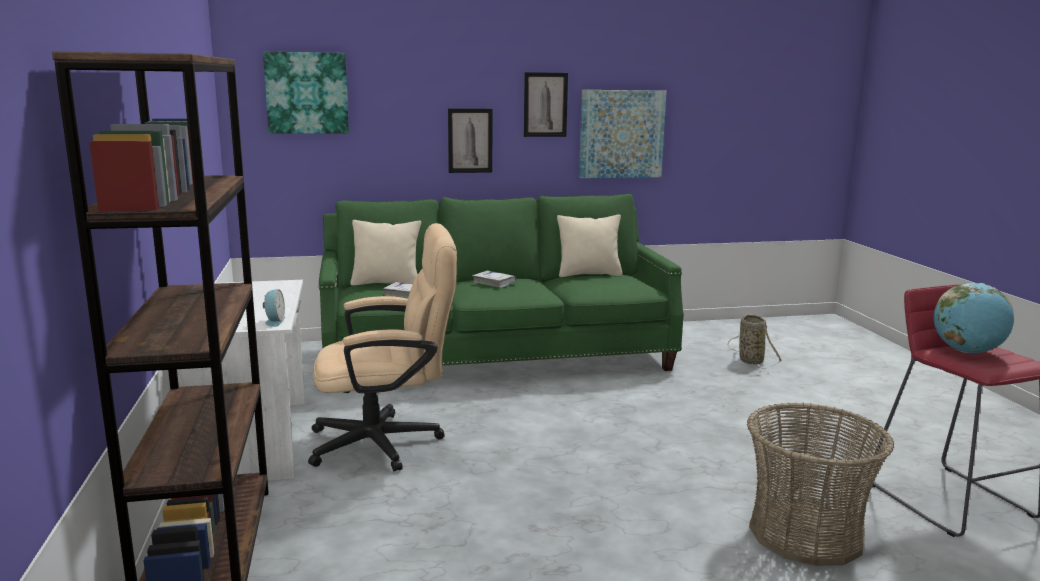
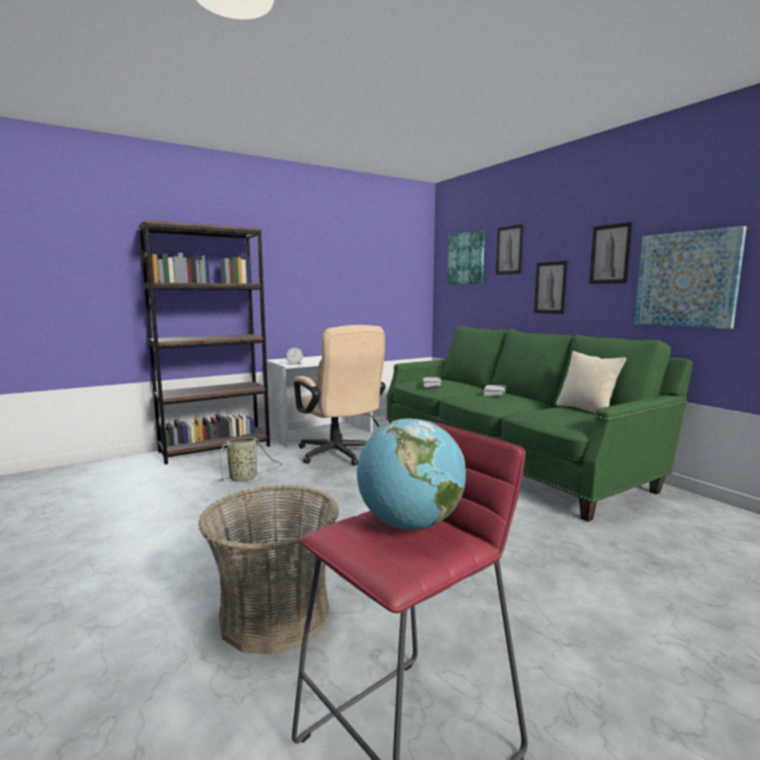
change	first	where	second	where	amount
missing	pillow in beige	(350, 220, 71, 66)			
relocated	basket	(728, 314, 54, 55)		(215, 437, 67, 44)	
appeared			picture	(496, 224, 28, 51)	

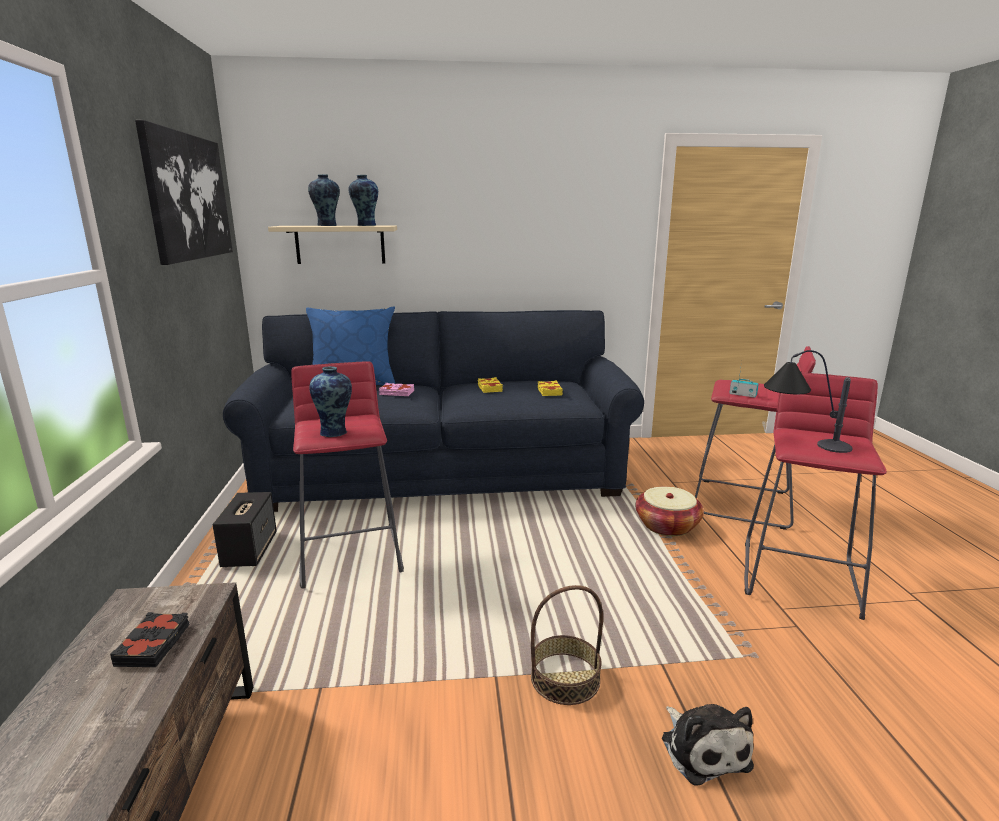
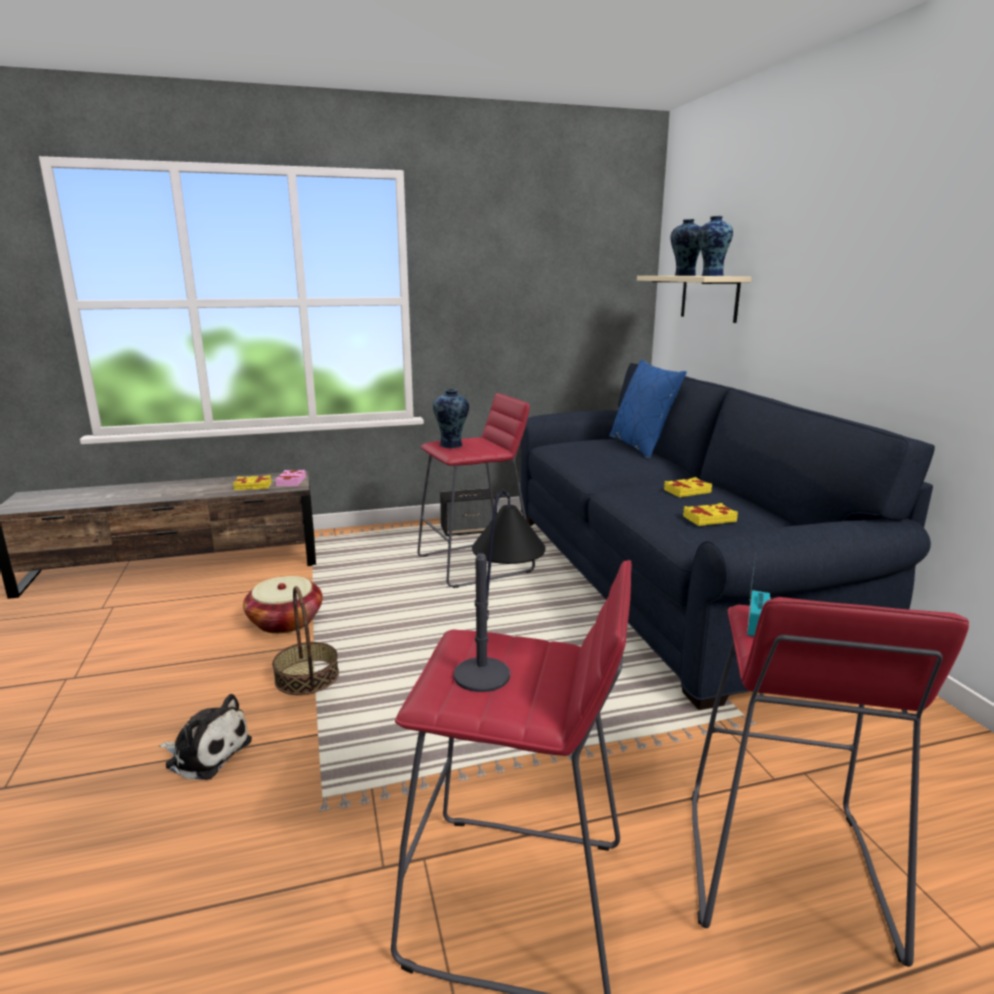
change	first	where	second	where	amount
missing	picture	(135, 120, 98, 145)			
relocated	book in pink	(379, 383, 35, 13)		(275, 470, 31, 16)	
relocated	basket	(635, 487, 69, 49)		(243, 576, 80, 58)	
colour	book in black	(110, 612, 79, 55)	book in yellow	(233, 475, 38, 15)	
spun	plush toy	(662, 704, 92, 82)		(159, 694, 93, 86)	135 degrees counterclockwise

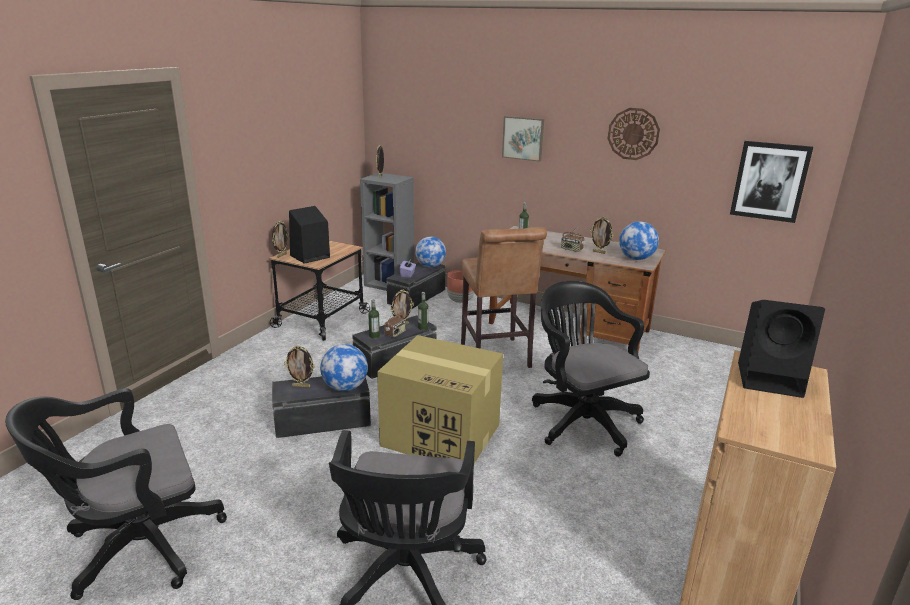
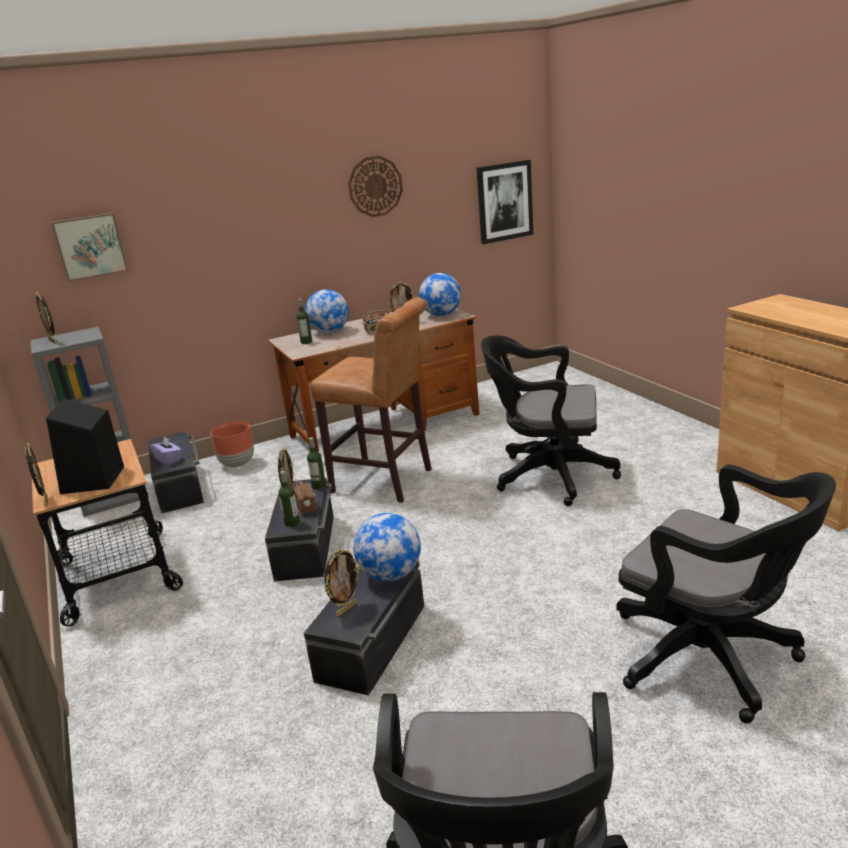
change	first	where	second	where	amount
relocated	picture	(502, 116, 42, 46)		(51, 213, 77, 68)	
relocated	globe	(415, 236, 31, 32)		(305, 289, 44, 44)	
missing	speaker in black	(738, 300, 87, 98)			
missing	cardboard box	(377, 335, 126, 128)			

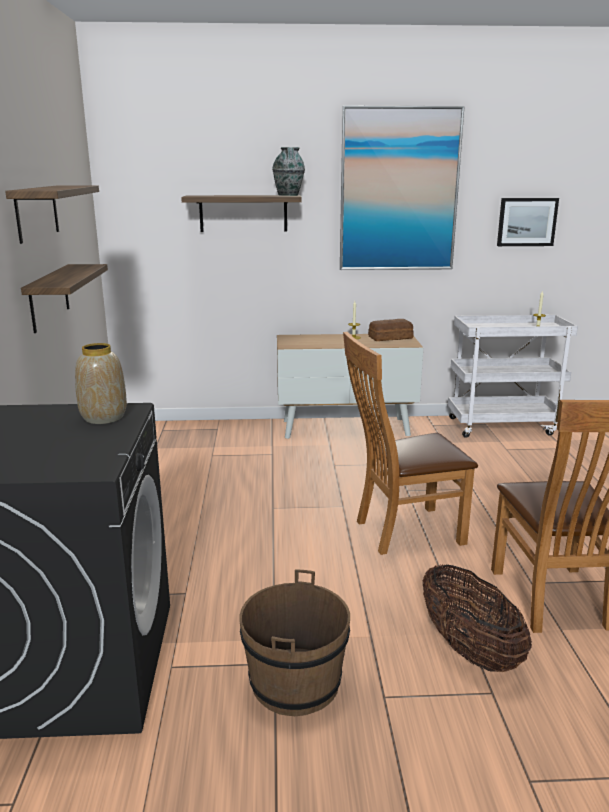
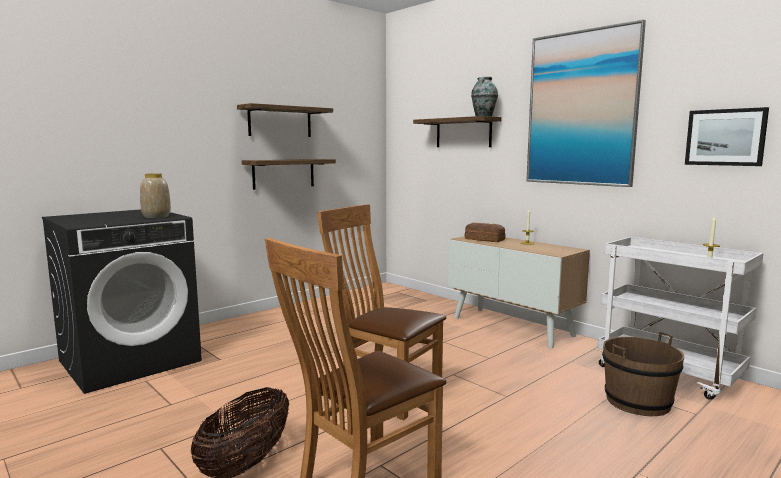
change	first	where	second	where	amount
relocated	bread	(368, 319, 46, 22)		(465, 223, 41, 19)	
relocated	bucket in brown	(239, 569, 111, 147)		(602, 332, 82, 84)	

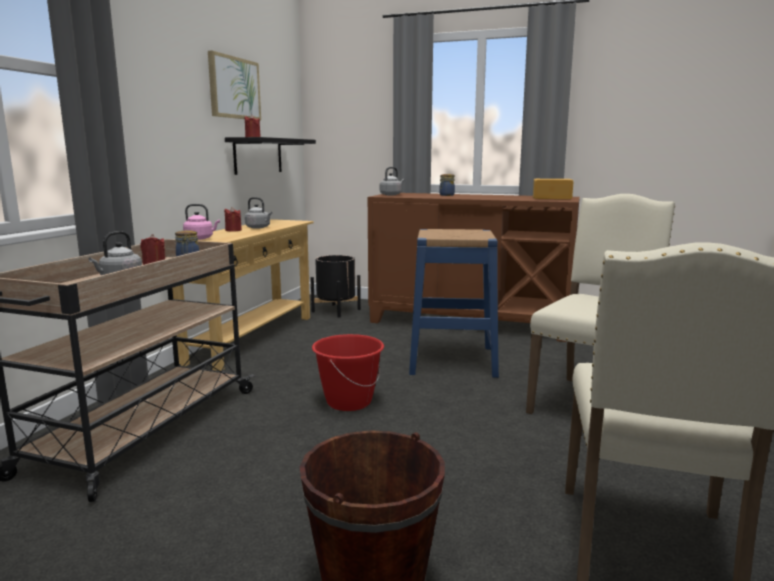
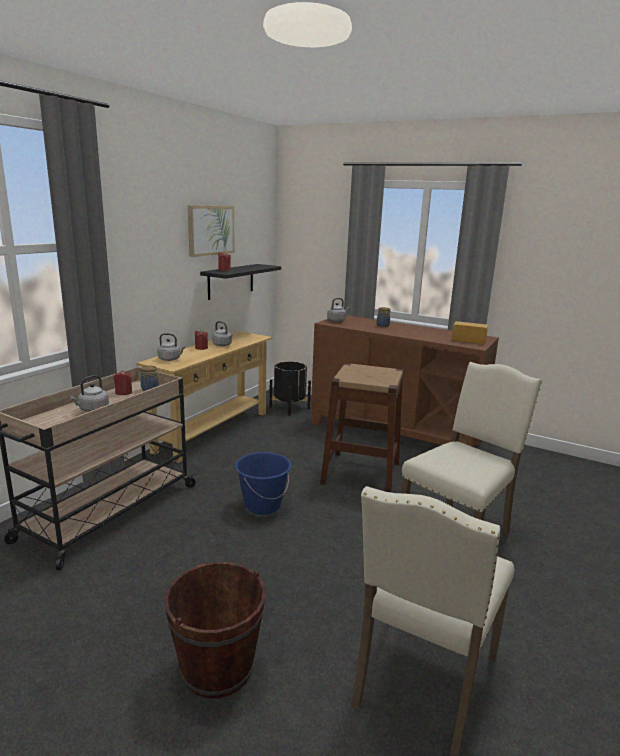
change	first	where	second	where	amount
colour	kettle in pink	(183, 204, 37, 36)	kettle in grey	(157, 333, 28, 28)	
colour	stool in blue	(409, 229, 90, 149)	stool in brown	(320, 363, 83, 130)	
colour	bucket in red	(312, 334, 72, 77)	bucket in blue	(235, 452, 56, 63)	

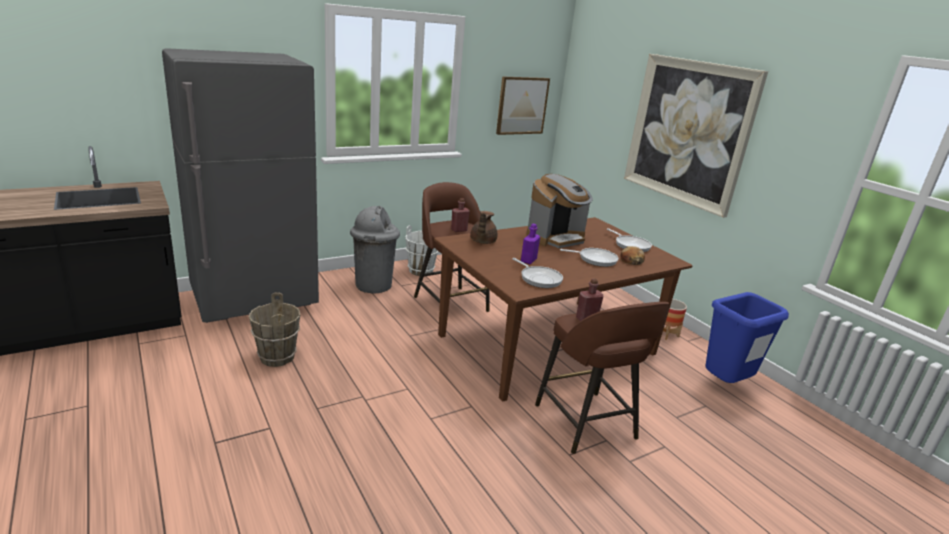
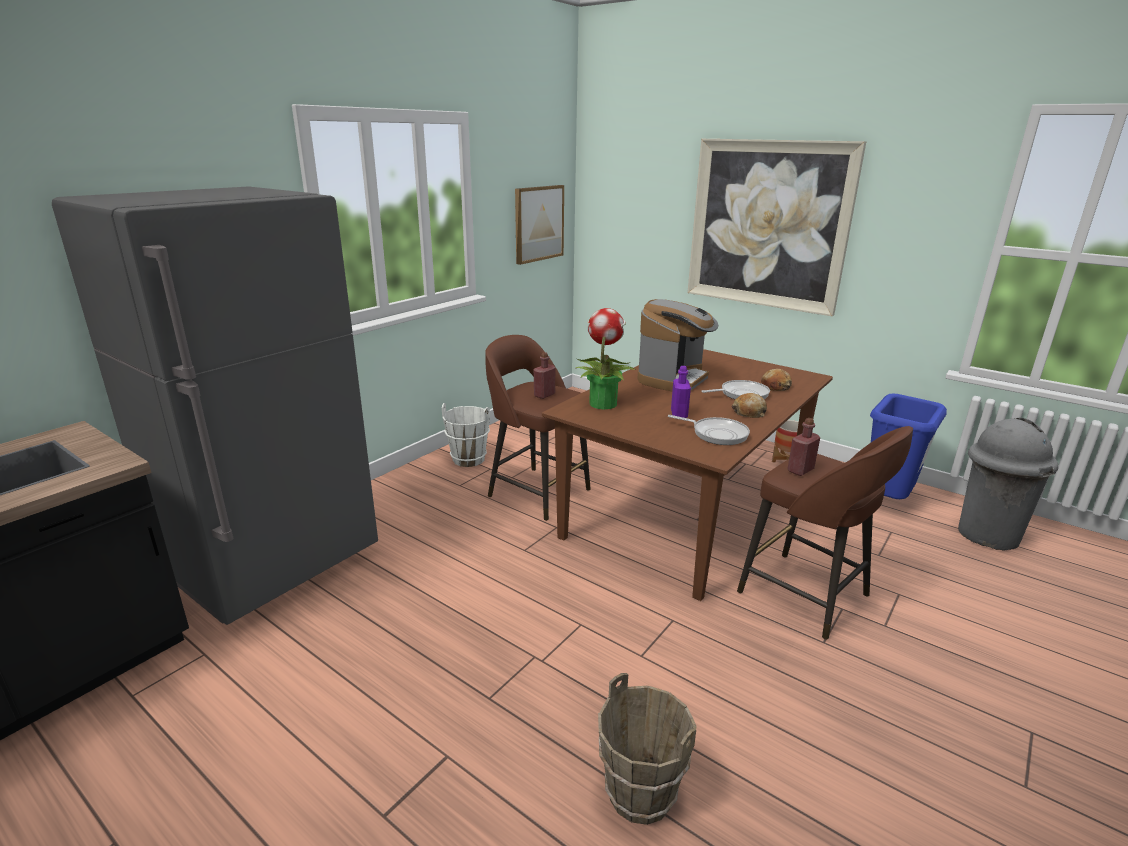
change	first	where	second	where	amount
relocated	trash can in grey	(350, 206, 50, 88)		(958, 418, 100, 132)	
exchanged	teapot in brown	(470, 211, 27, 33)	potted plant	(576, 308, 60, 101)	
missing	frying pan	(607, 229, 45, 23)			
relocated	bucket in brown	(249, 293, 51, 74)		(598, 673, 99, 152)	
appeared			bread	(732, 393, 35, 25)	

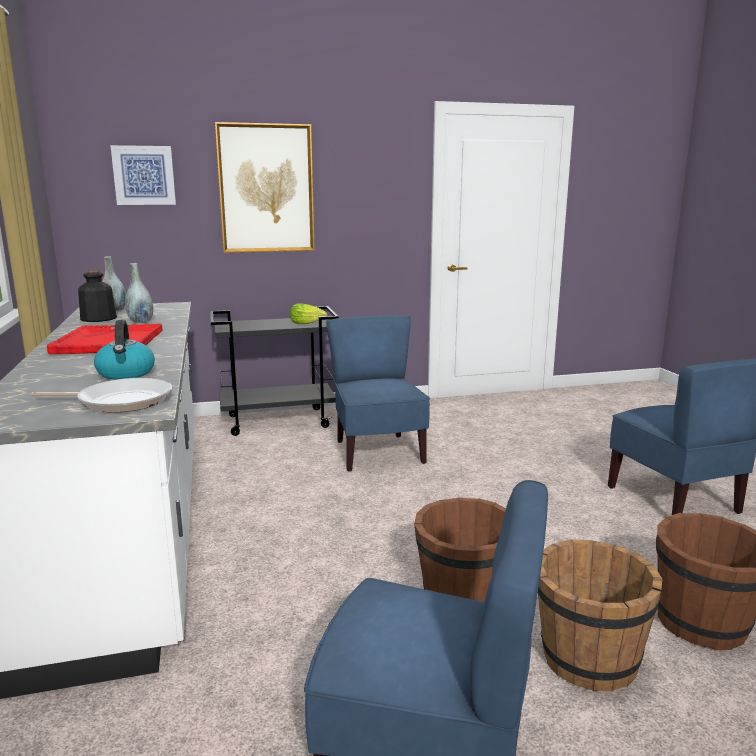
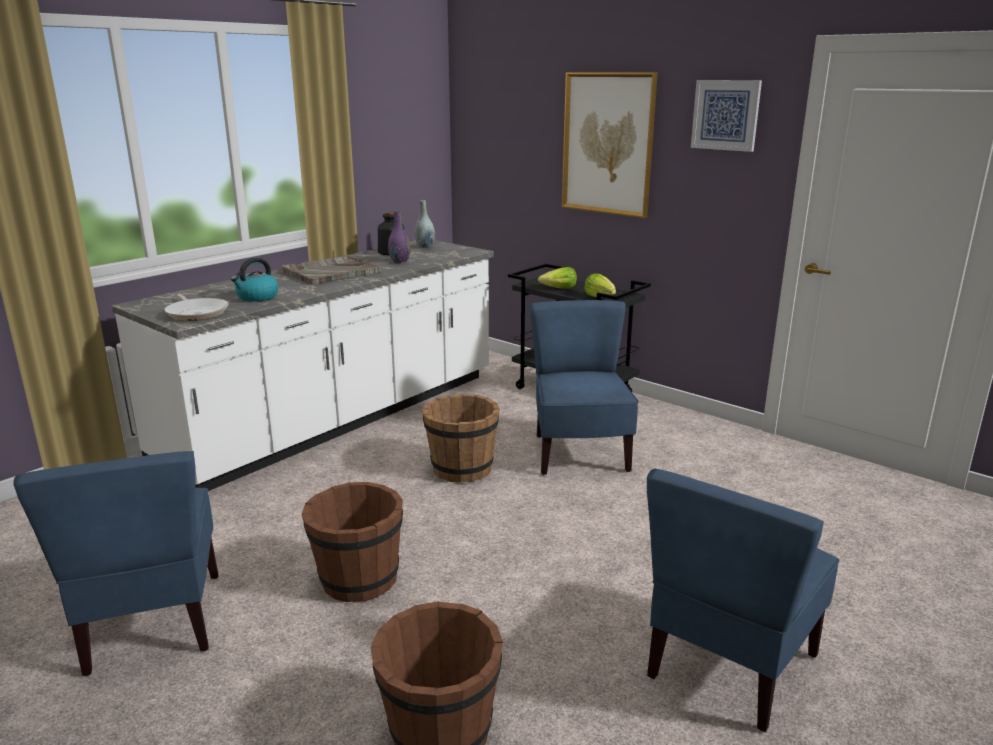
change	first	where	second	where	amount
relocated	picture	(110, 145, 66, 60)		(691, 80, 71, 72)	
colour	vase in grey	(125, 263, 28, 60)	vase in purple	(388, 211, 22, 52)	
spun	chair in blue	(326, 315, 104, 156)		(529, 300, 110, 175)	45 degrees counterclockwise
colour	tray in red	(47, 323, 116, 31)	tray in grey	(281, 256, 101, 29)	
relocated	bucket in brown	(538, 540, 124, 151)		(422, 394, 78, 89)	
appeared			lettuce	(538, 267, 39, 22)	

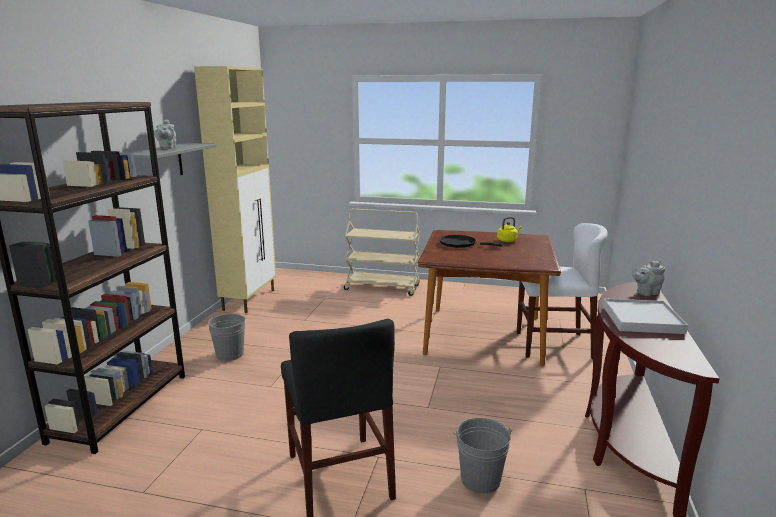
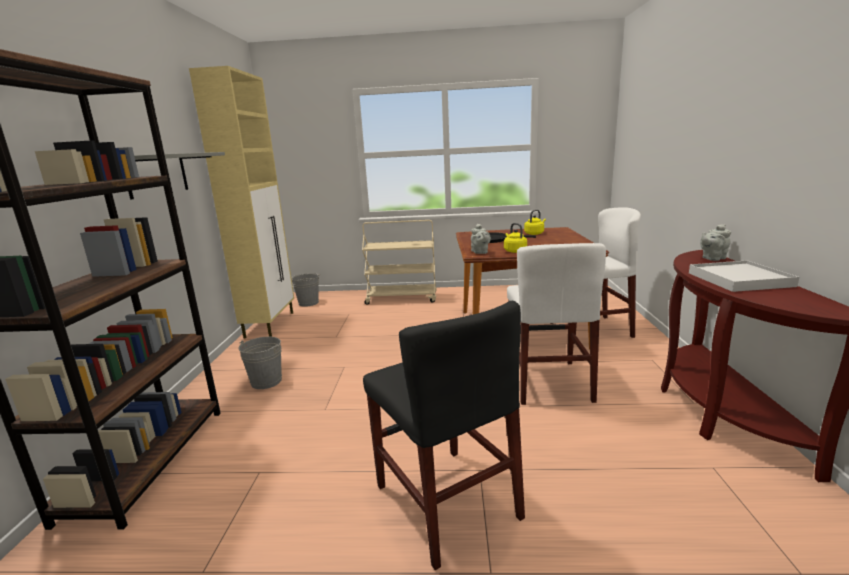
change	first	where	second	where	amount
relocated	teapot in grey	(154, 120, 22, 29)		(471, 224, 20, 30)	
relocated	bucket in grey	(453, 418, 59, 76)		(292, 273, 28, 34)	
appeared			kettle in yellow	(504, 223, 23, 30)	
appeared			chair in white	(507, 243, 99, 162)	

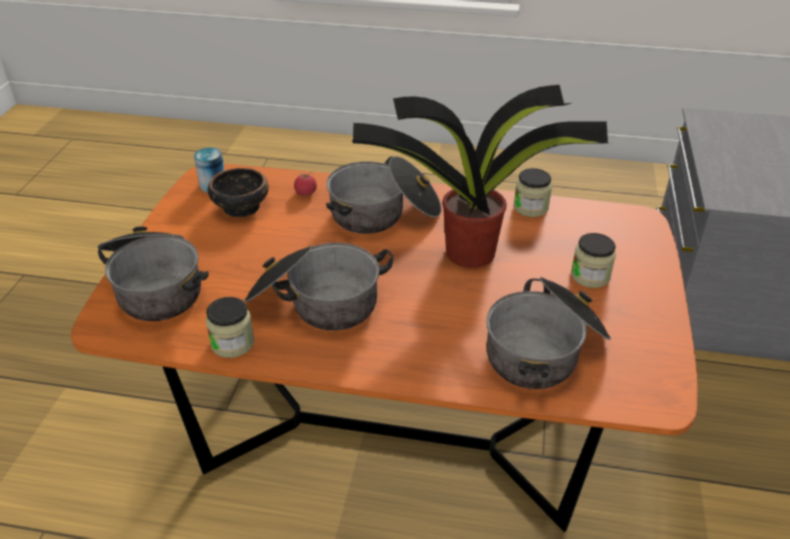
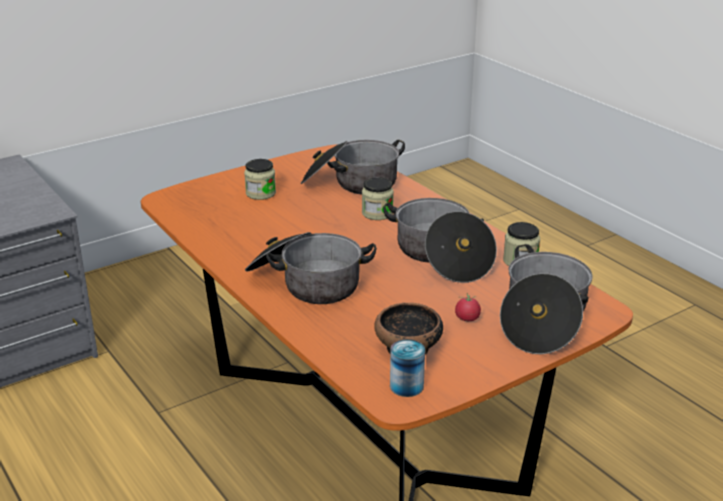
change	first	where	second	where	amount
missing	potted plant	(352, 85, 256, 183)			
relocated	jar	(514, 168, 38, 49)		(362, 177, 32, 43)	
relocated	tomato	(294, 172, 23, 24)		(455, 293, 26, 28)	

